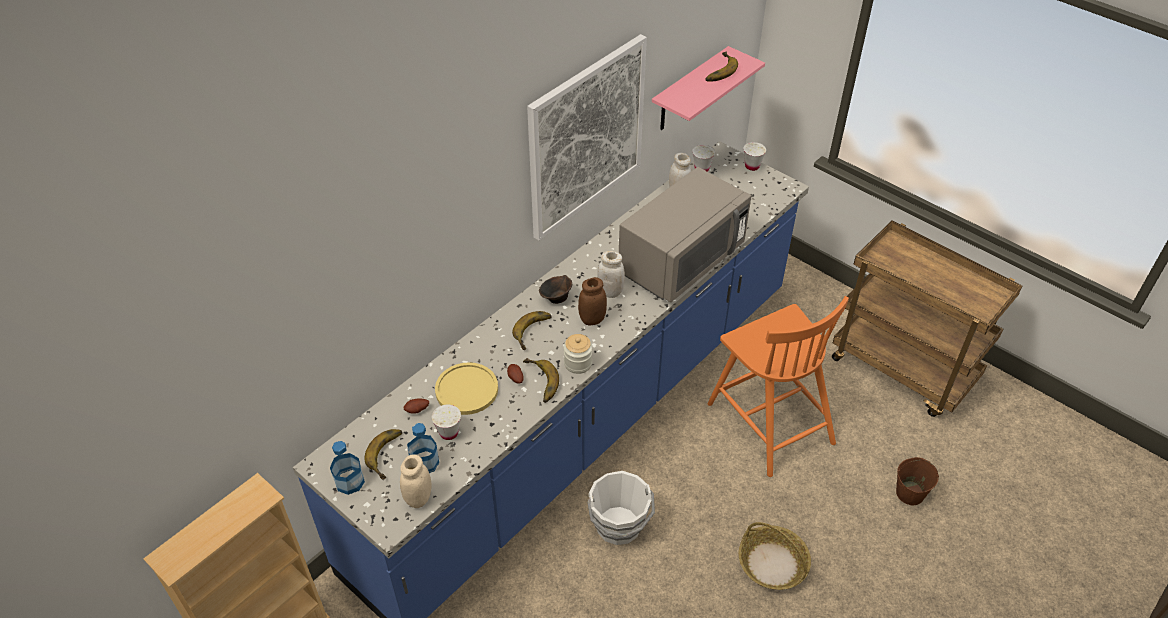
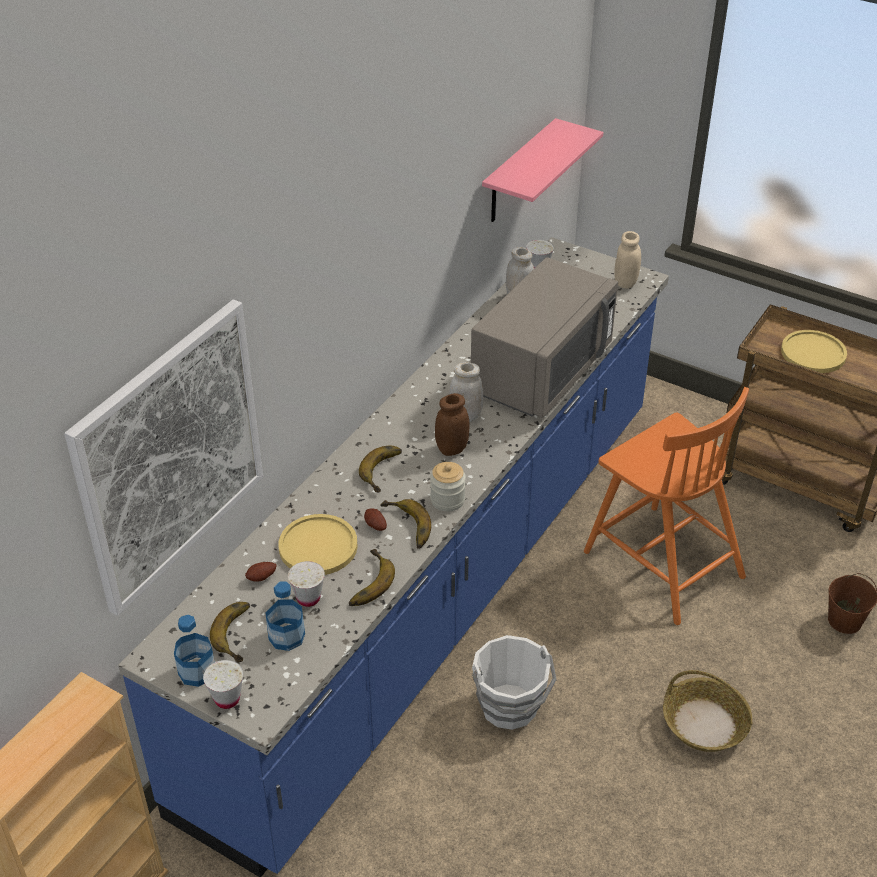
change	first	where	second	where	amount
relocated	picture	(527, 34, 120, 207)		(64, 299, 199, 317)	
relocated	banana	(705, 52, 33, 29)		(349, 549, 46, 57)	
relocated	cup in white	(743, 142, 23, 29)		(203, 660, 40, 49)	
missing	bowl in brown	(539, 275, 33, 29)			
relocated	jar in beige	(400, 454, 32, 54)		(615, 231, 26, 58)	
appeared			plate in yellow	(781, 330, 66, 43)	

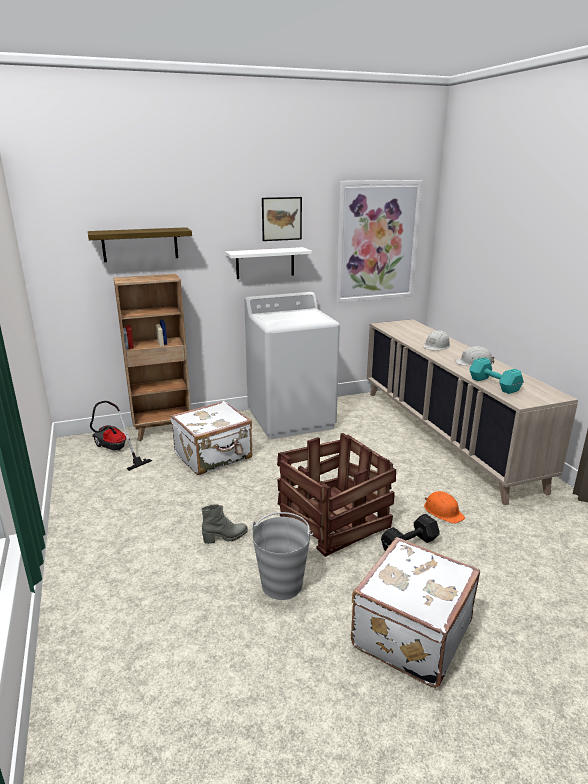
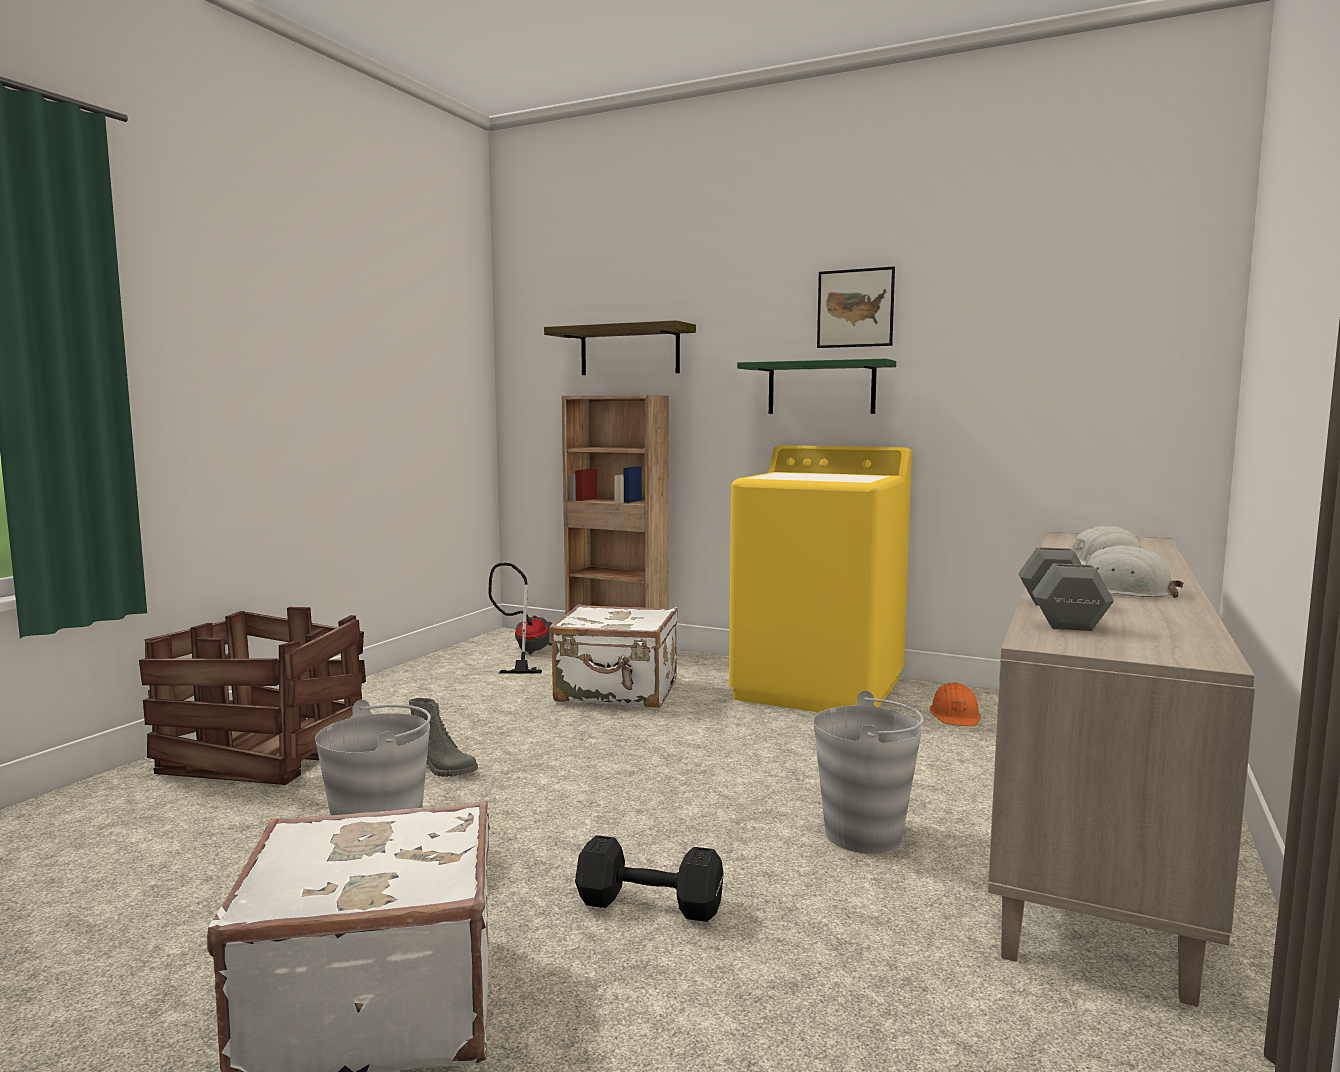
change	first	where	second	where	amount
missing	picture	(335, 180, 88, 123)			
colour	shelf in white	(225, 247, 87, 32)	shelf in green	(737, 359, 159, 55)	
colour	washing machine in white	(244, 292, 96, 147)	washing machine in yellow	(729, 445, 183, 267)	
colour	dumbbell in turquoise	(469, 357, 55, 37)	dumbbell in grey	(1018, 547, 96, 84)	
relocated	crate	(277, 433, 119, 124)		(139, 607, 227, 178)	
relocated	hard hat in orange	(424, 491, 41, 33)		(930, 682, 51, 44)	
appeared			bucket in grey	(813, 691, 111, 163)	

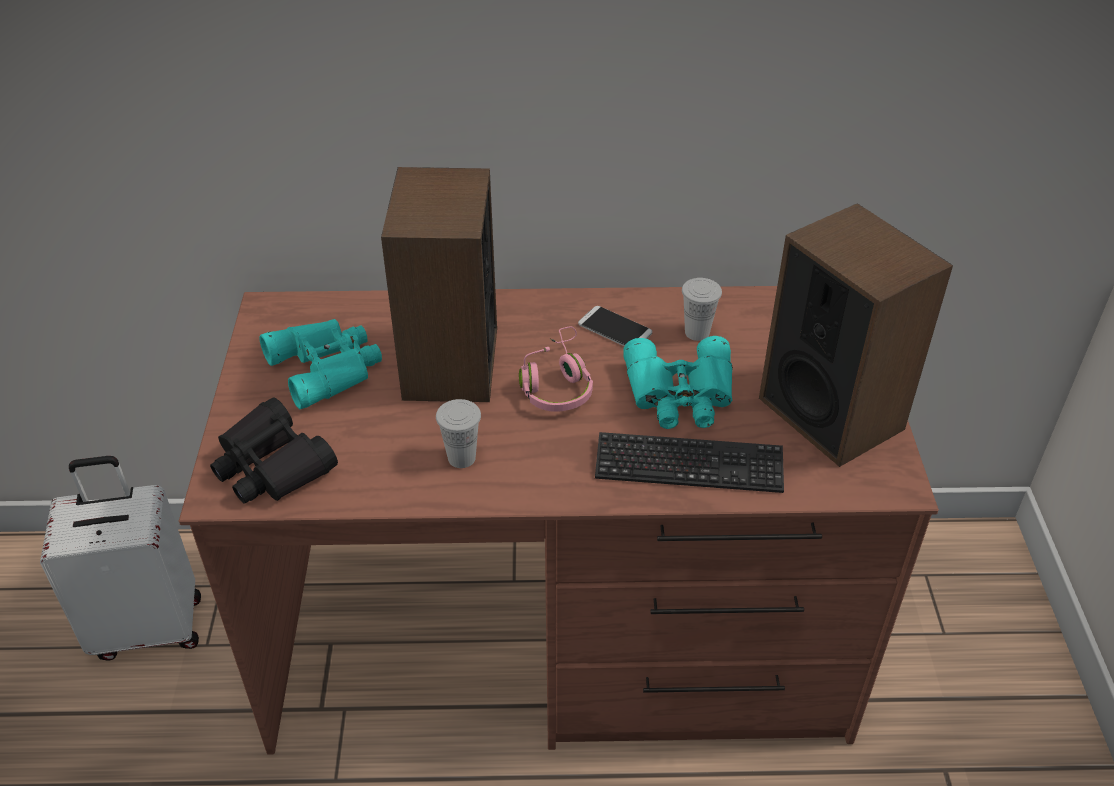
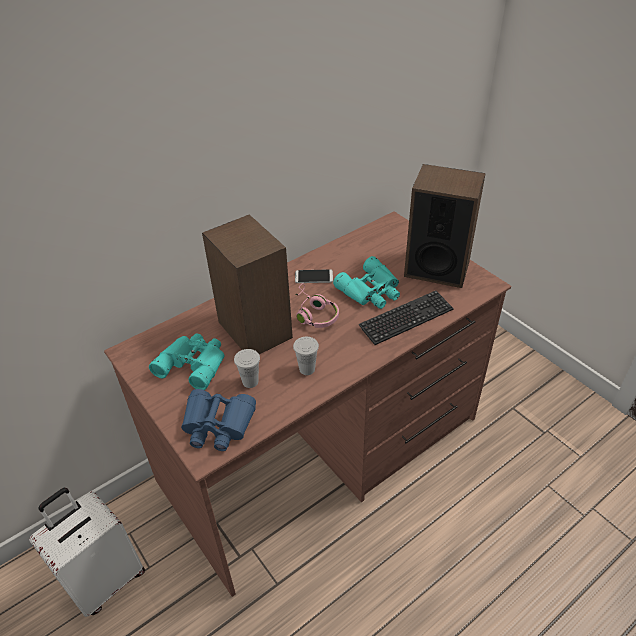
change	first	where	second	where	amount
relocated	cup in white	(682, 278, 40, 63)		(234, 349, 26, 39)	
colour	binoculars in black	(210, 397, 128, 107)	binoculars in blue	(181, 389, 75, 62)	

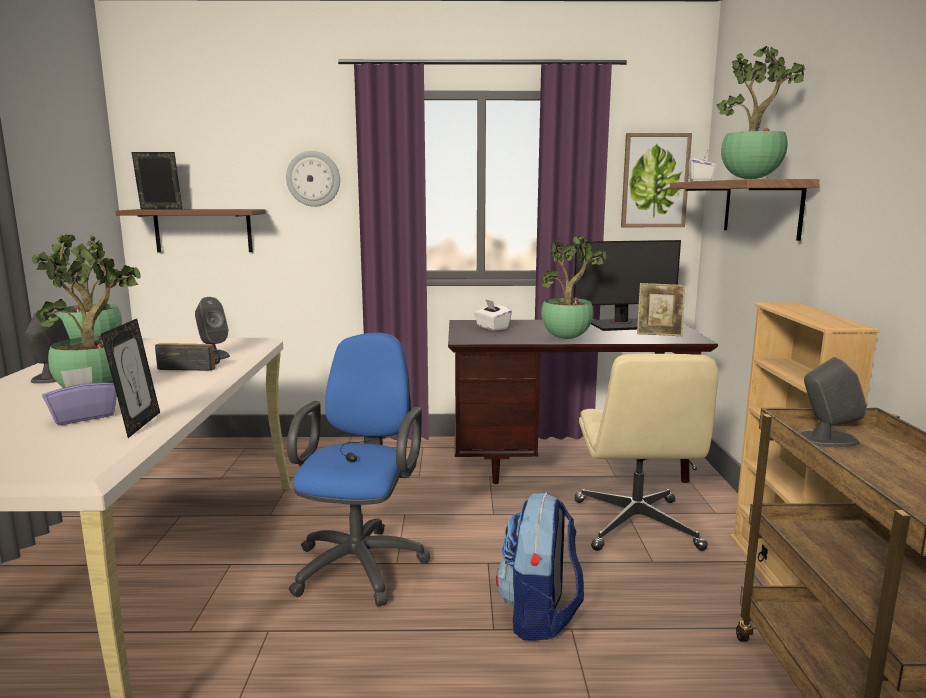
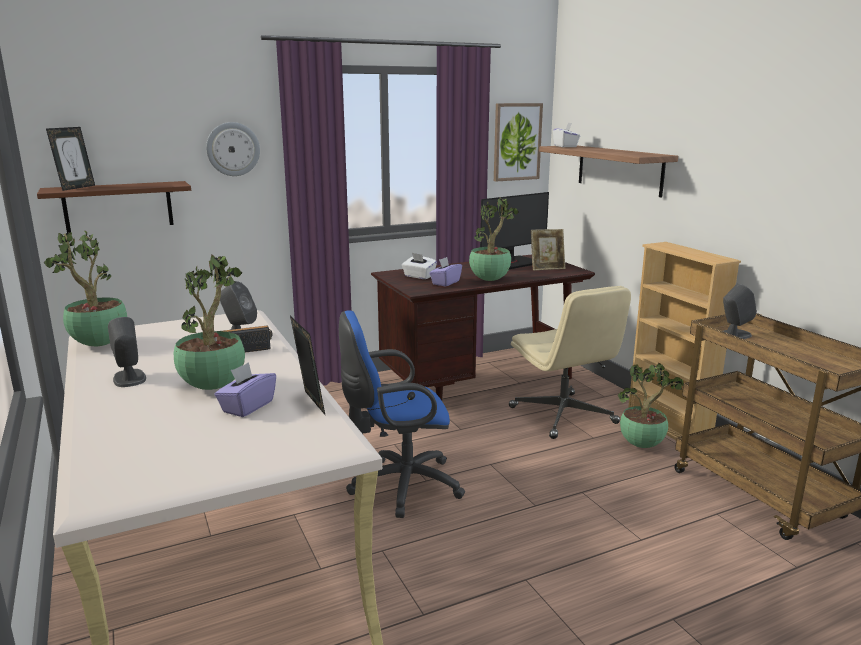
change	first	where	second	where	amount
relocated	potted plant	(716, 46, 90, 133)		(618, 363, 66, 85)	
spun	picture frame	(132, 152, 50, 57)		(46, 127, 49, 64)	135 degrees clockwise
spun	office chair in blue	(287, 333, 143, 274)		(339, 310, 126, 208)	90 degrees counterclockwise
missing	backpack	(496, 492, 88, 149)			
appeared			tissue box in purple	(429, 257, 33, 29)	

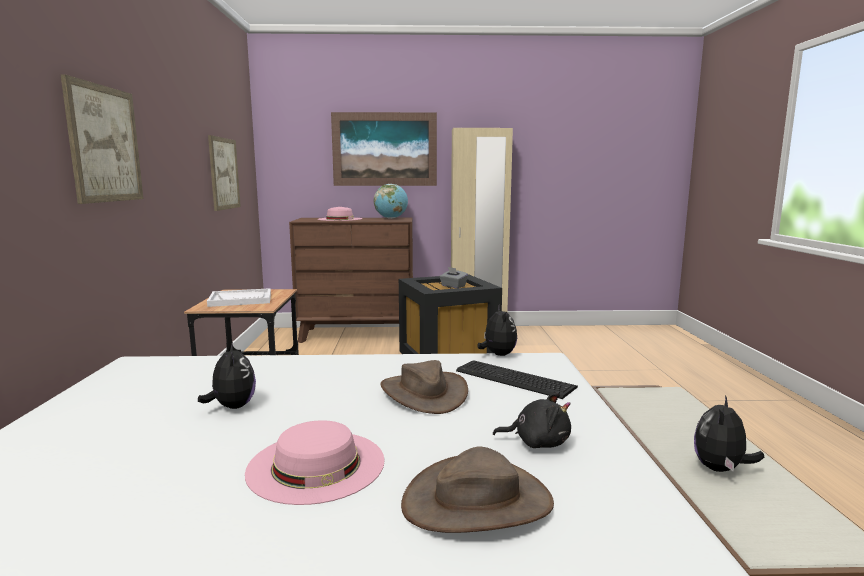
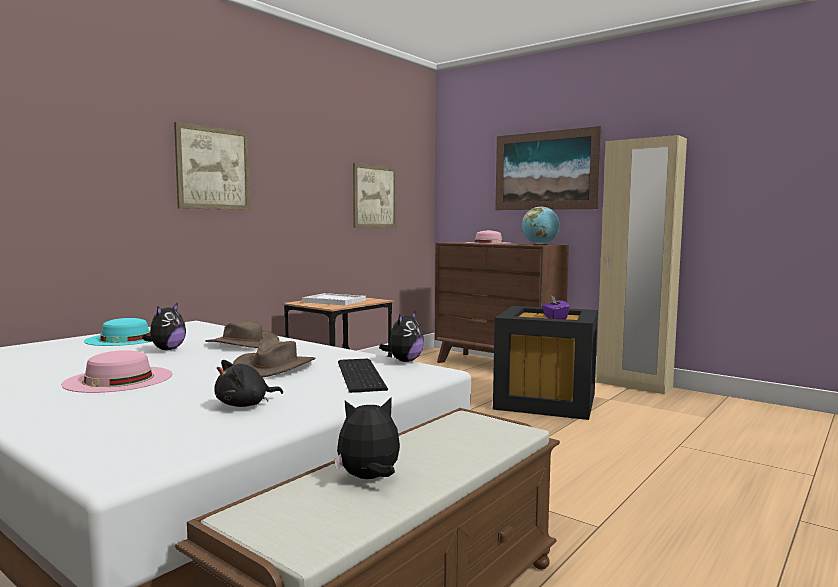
change	first	where	second	where	amount
colour	tissue box in grey	(439, 267, 29, 21)	tissue box in purple	(542, 296, 28, 23)	
spun	plush toy in black	(493, 393, 78, 55)		(214, 360, 69, 47)	90 degrees clockwise
relocated	hat in brown	(401, 446, 153, 87)		(206, 320, 73, 28)	
appeared			hat in turquoise	(84, 318, 68, 28)	

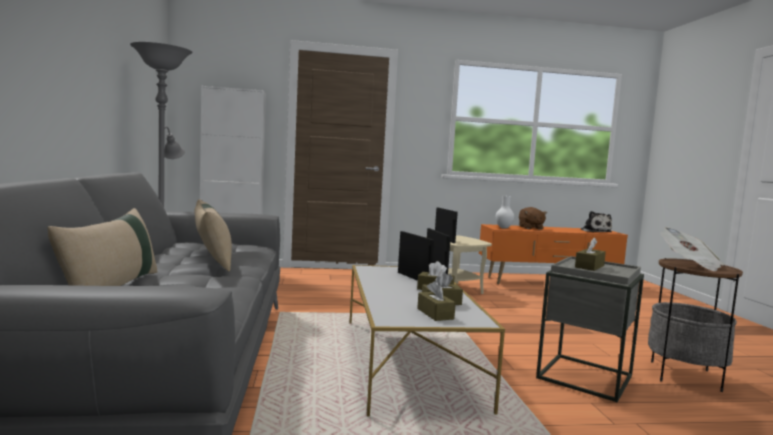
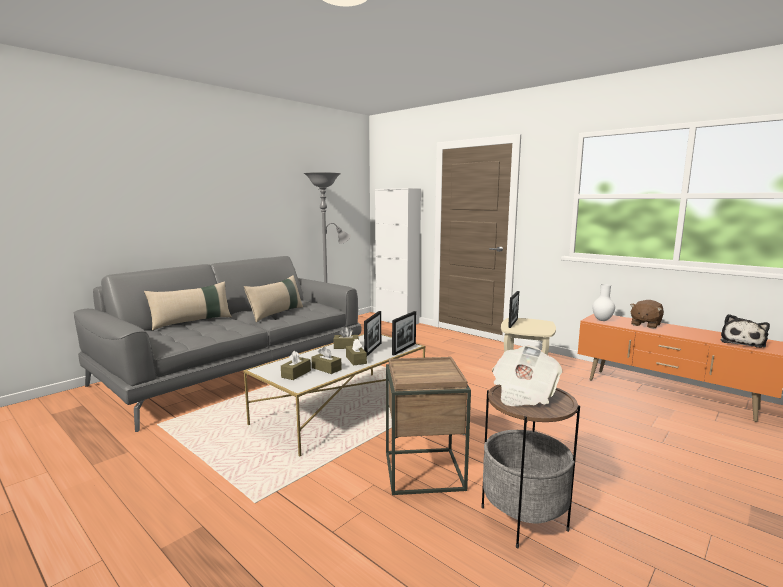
change	first	where	second	where	amount
relocated	tissue box in brown	(575, 237, 31, 34)		(333, 327, 26, 22)	
colour	side table in grey	(536, 256, 108, 146)	side table in brown	(386, 357, 85, 138)	

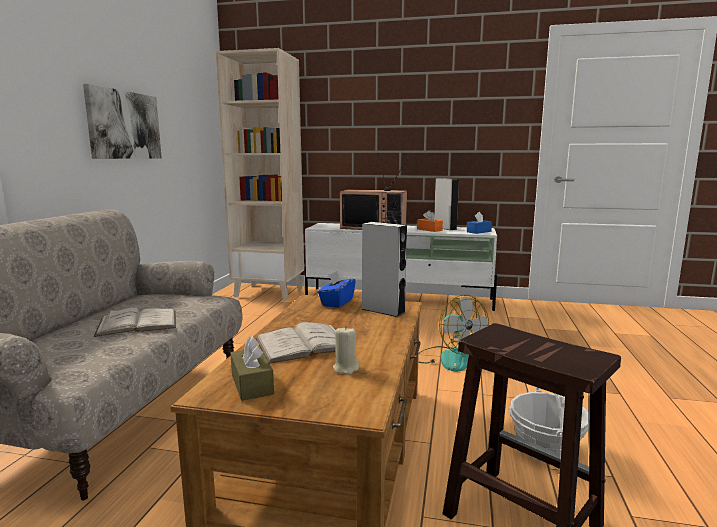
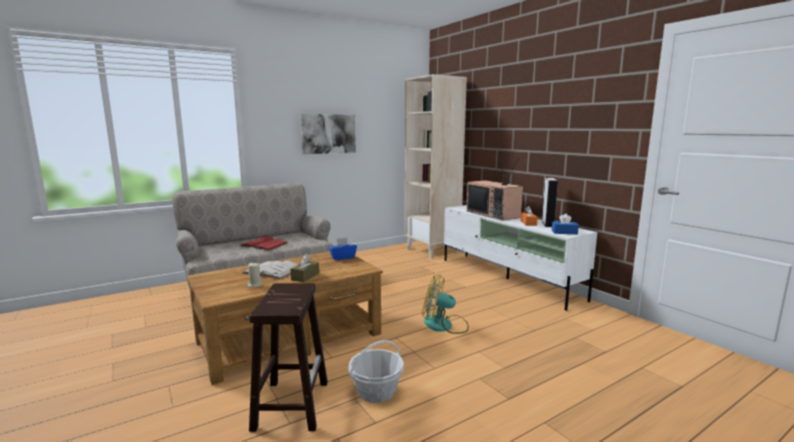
change	first	where	second	where	amount
missing	speaker in grey	(361, 222, 46, 95)			
spun	fan	(418, 295, 71, 77)		(422, 275, 47, 59)	90 degrees clockwise
colour	book in white	(94, 307, 82, 30)	book in red	(240, 236, 48, 15)	
relocated	tissue box in brown	(230, 336, 44, 65)		(290, 254, 29, 28)	

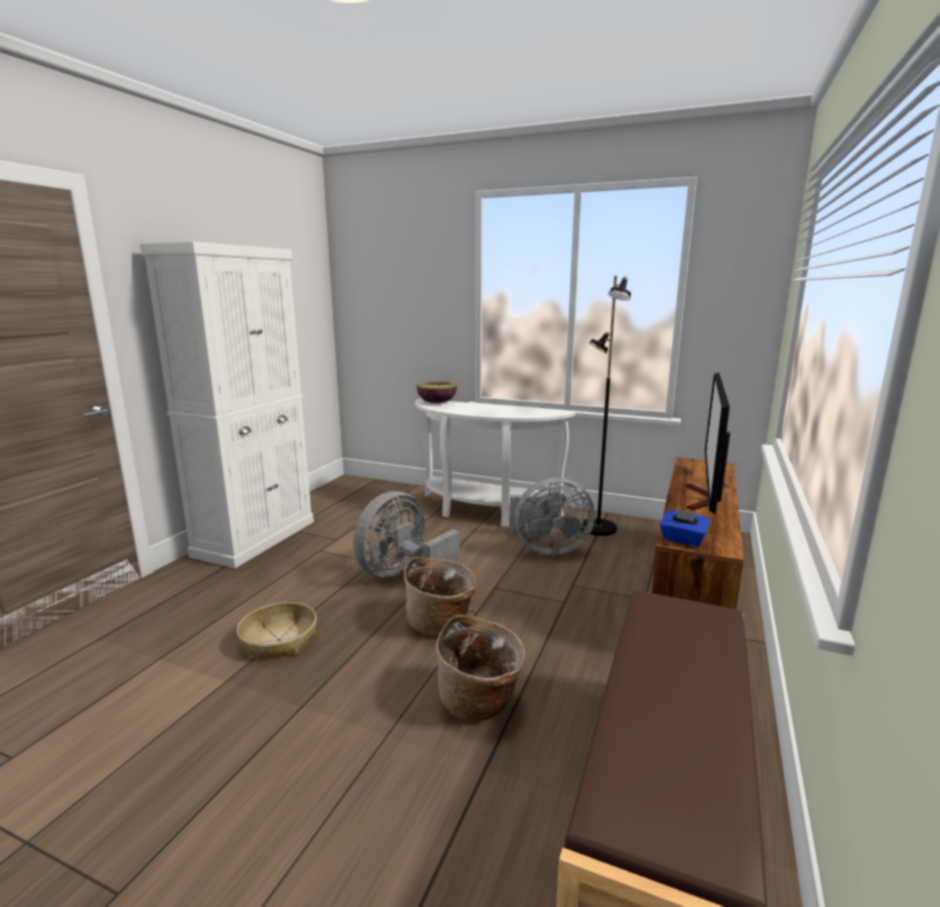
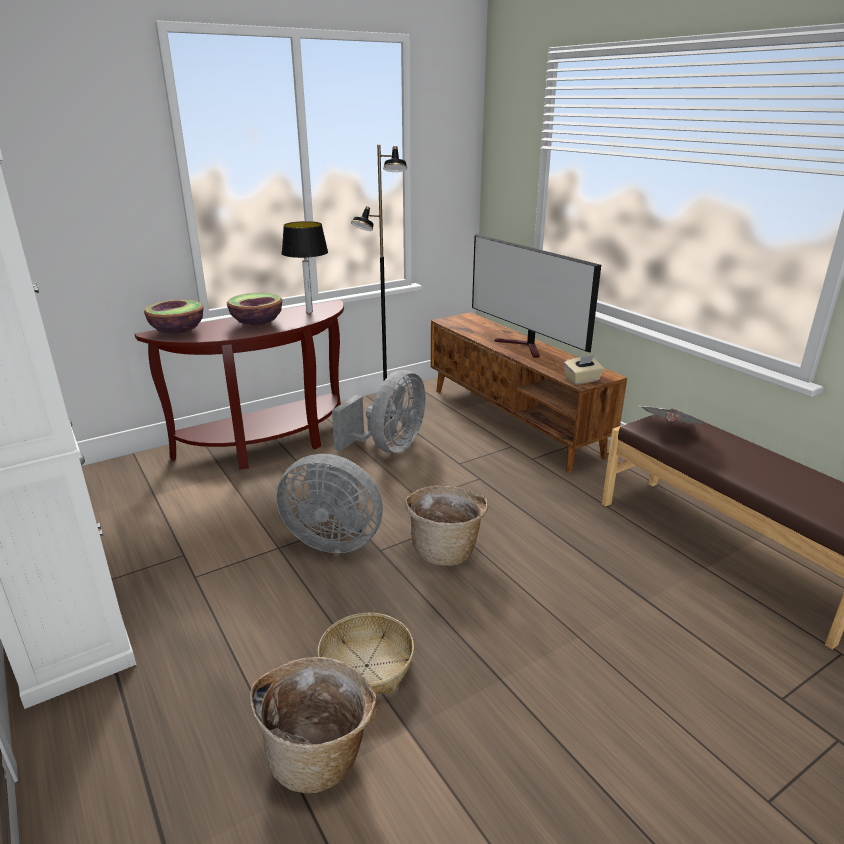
change	first	where	second	where	amount
colour	console table in white	(415, 399, 161, 128)	console table in brown	(135, 300, 209, 169)	
spun	fan in grey	(353, 491, 107, 86)		(276, 454, 107, 99)	60 degrees counterclockwise
colour	tissue box in blue	(660, 508, 51, 39)	tissue box in beige	(564, 355, 40, 30)	
relocated	basket	(436, 615, 89, 107)		(250, 657, 128, 136)	
appeared			table lamp	(281, 221, 47, 92)	
appeared			bowl	(227, 293, 55, 32)	
appeared			newspaper	(637, 405, 68, 19)	

